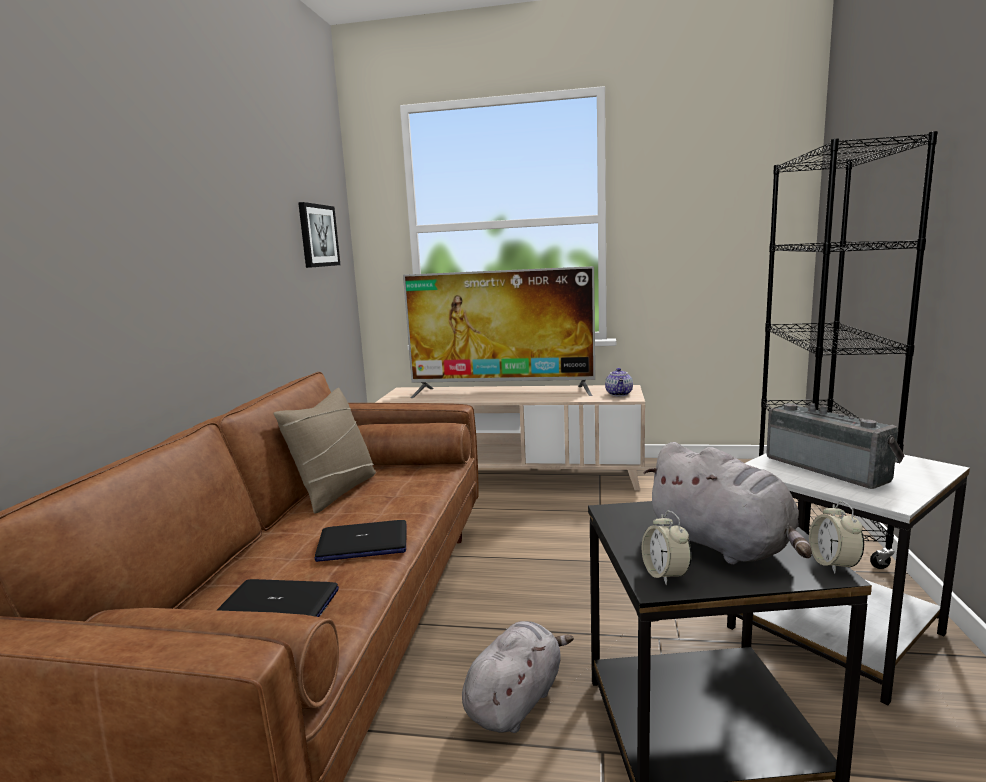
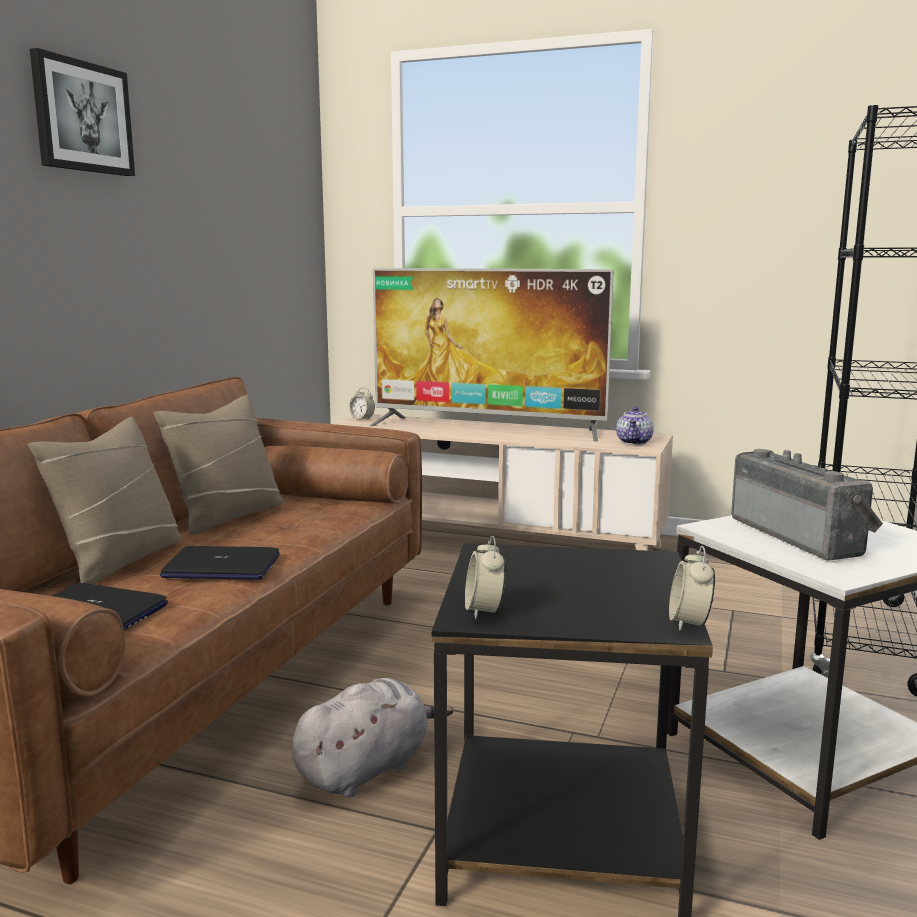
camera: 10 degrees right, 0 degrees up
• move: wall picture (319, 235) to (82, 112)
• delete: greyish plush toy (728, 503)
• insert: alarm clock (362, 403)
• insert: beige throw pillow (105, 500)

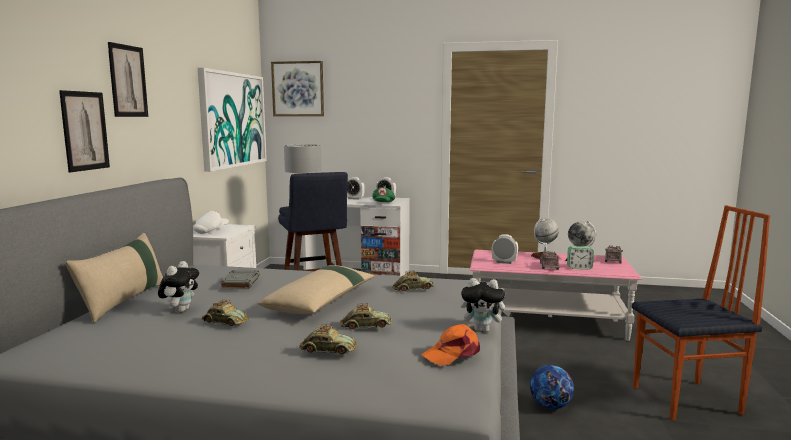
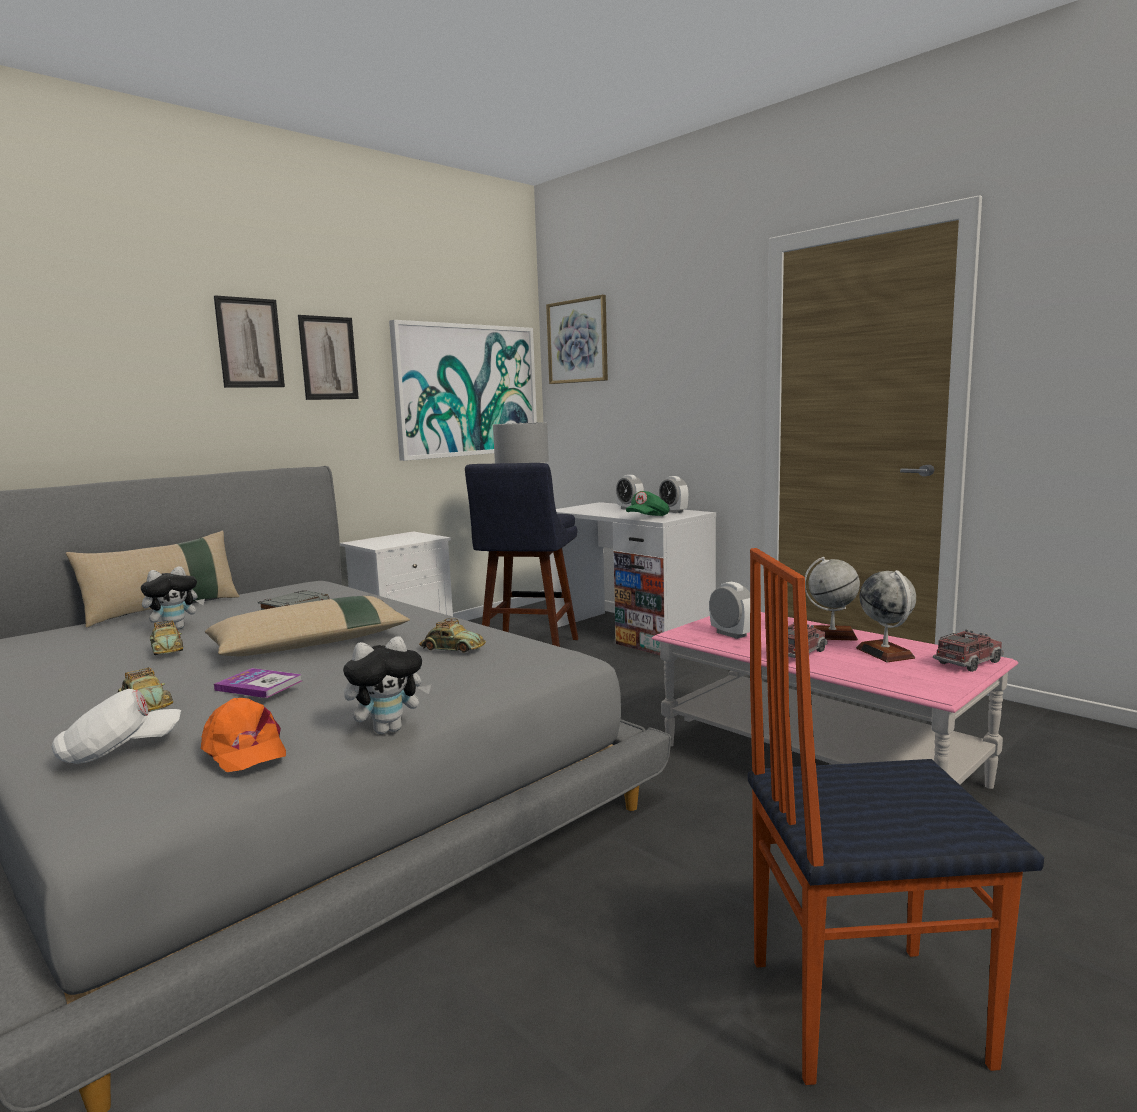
camera: 35 degrees right, 0 degrees up
• move: wall picture (84, 131) to (328, 357)
• rotate: plain chair (701, 313) = (896, 816) 150 degrees clockwise
• move: white-coloured peaked cap (211, 222) to (116, 726)
• delete: alarm clock (580, 257)
• rotate: plush toy (486, 305) = (387, 685) 75 degrees counterclockwise
• replace: toy car (366, 316) to book (258, 683)
• rotate: orange-coloured peaked cap (450, 345) = (243, 735) 135 degrees counterclockwise
• delete: football (552, 387)

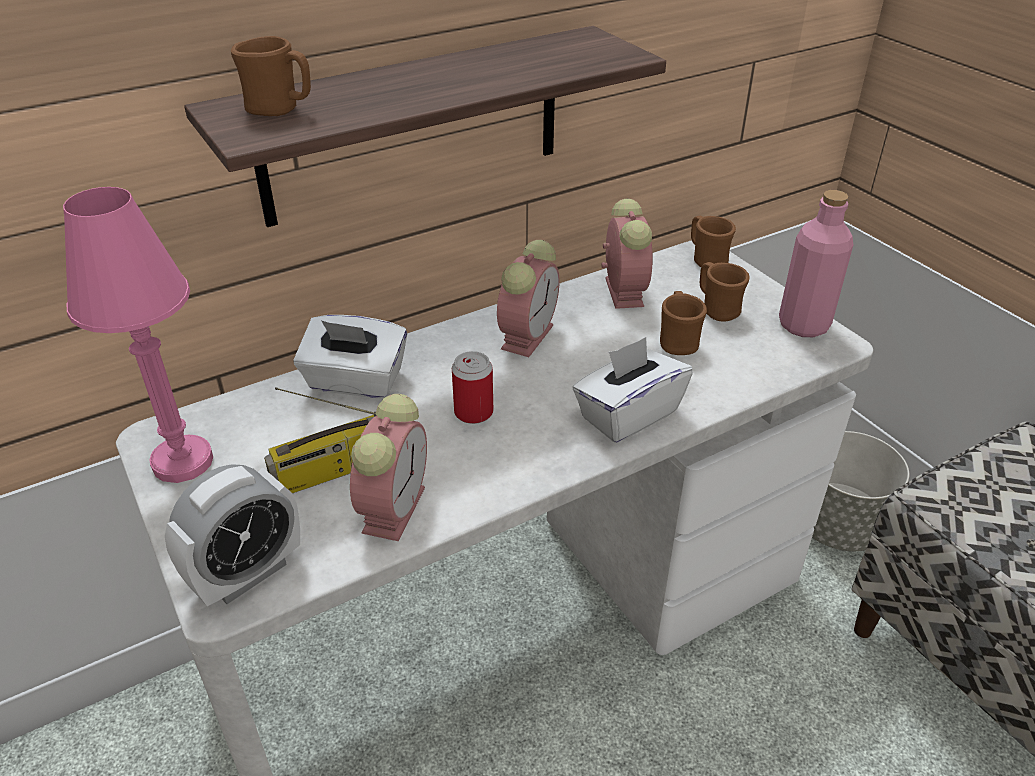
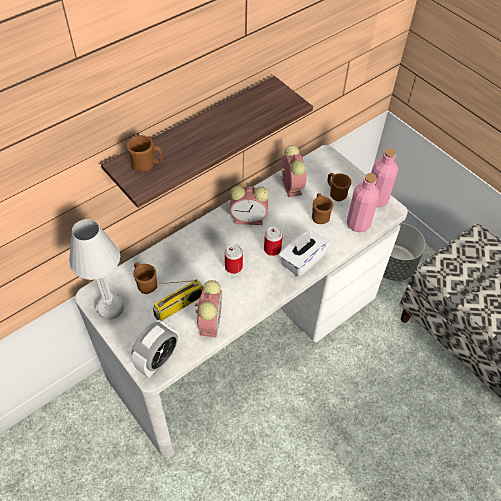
camera: 10 degrees left, 15 degrees up
• recolor: pink lamp for a table (138, 335) to white-coloured lamp for a table (96, 269)
• move: brownish coffee mug (713, 241) to (145, 278)
• rotate: alarm clock (528, 298) = (249, 205) 75 degrees clockwise
• delete: white-coloured box of tissues (350, 356)
• insert: pink beverage bottle (363, 202)
• insert: can (273, 241)

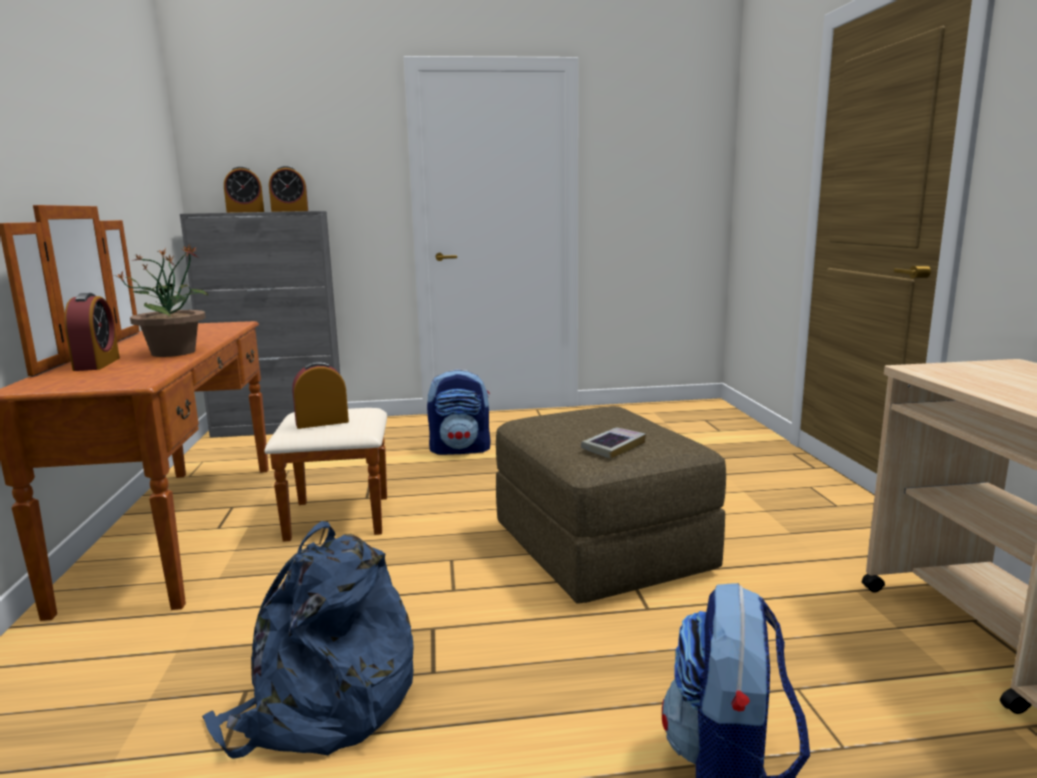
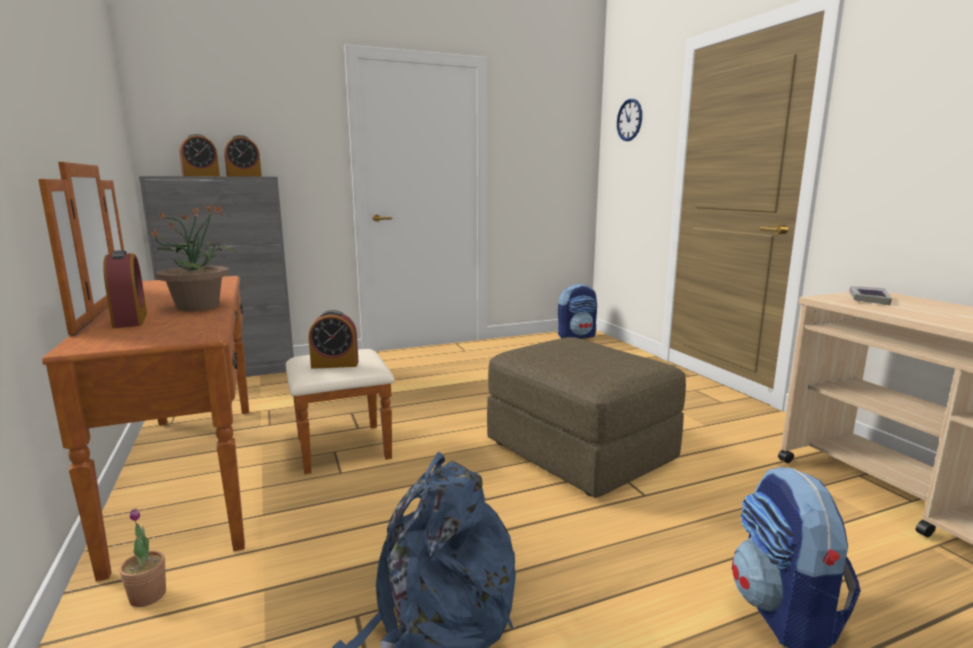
camera: 15 degrees left, 0 degrees up
• rotate: alarm clock (320, 395) = (333, 339) 150 degrees counterclockwise
• move: rucksack (459, 412) to (577, 311)
• move: book (613, 443) to (870, 295)
• insert: clock on the wall (629, 120)
• insert: potted plant (142, 558)

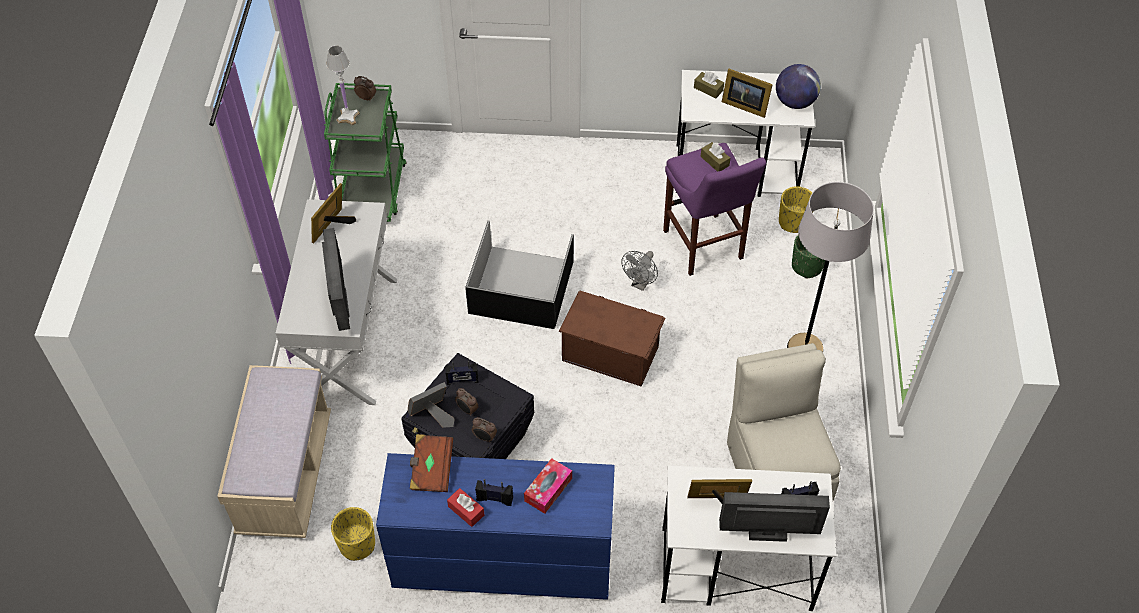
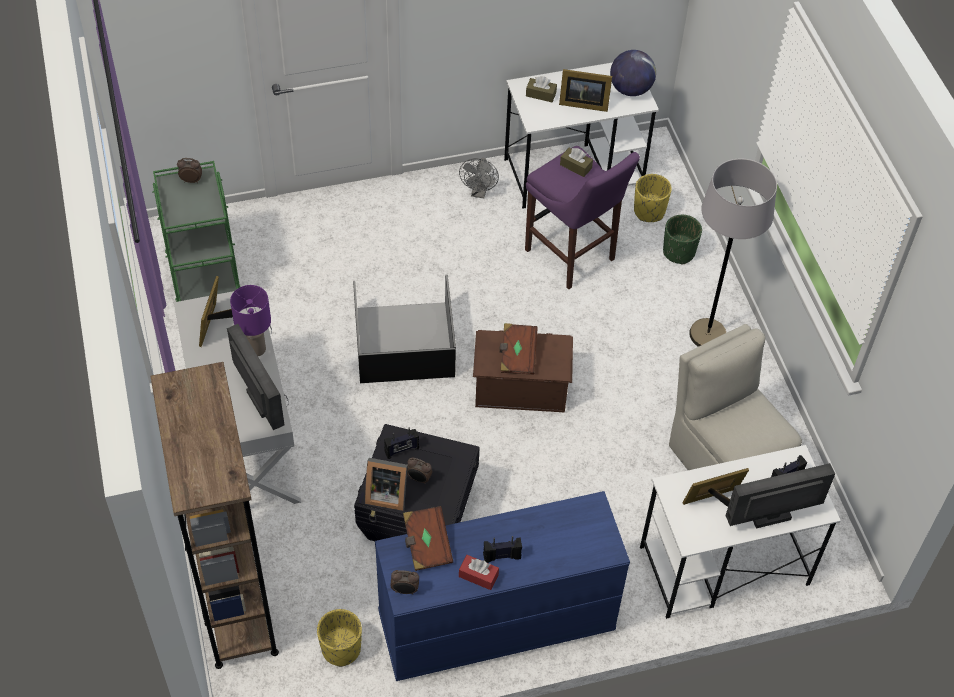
camera: 20 degrees left, 0 degrees up
• delete: white-coloured lamp for a table (343, 85)
• move: greyish electric fan (639, 271) to (479, 178)
• replace: beige long seat (274, 451) to brownish shelving unit (214, 515)
• rotate: picture frame (431, 405) = (386, 484) 120 degrees counterclockwise
• move: alarm clock (484, 430) to (405, 582)
• delete: box of tissues (548, 486)
• insert: purple lamp for a table (250, 320)
• insert: brownish book (519, 349)

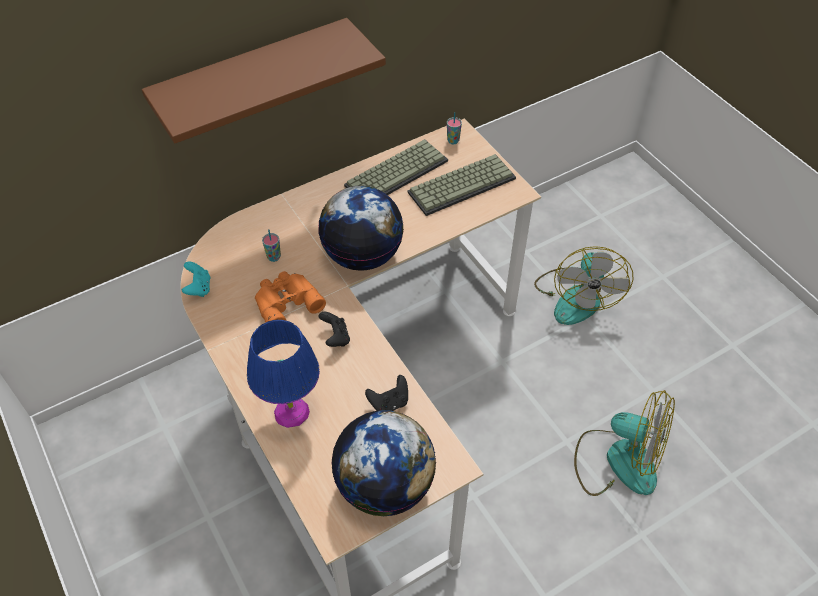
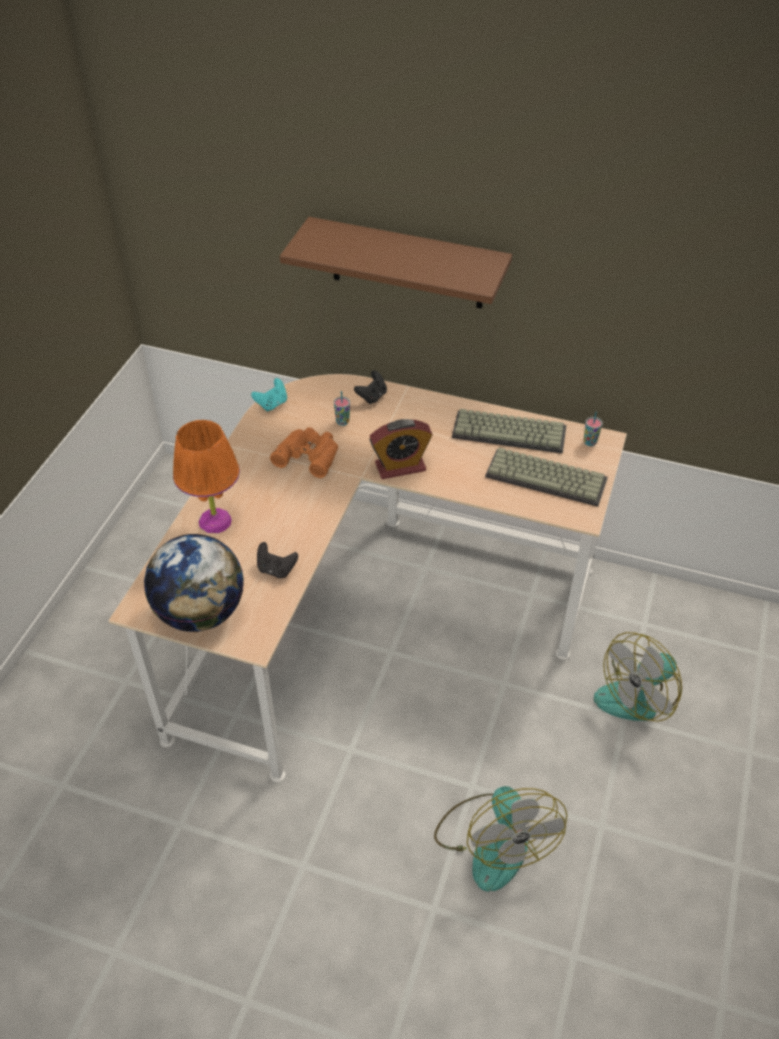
camera: 50 degrees right, 5 degrees down
• replace: desk globe (361, 228) to alarm clock (400, 449)
• move: blackish joypad (334, 329) to (370, 387)
• recolor: blue-coloured lamp for a table (283, 374) to orange-coloured lamp for a table (206, 476)

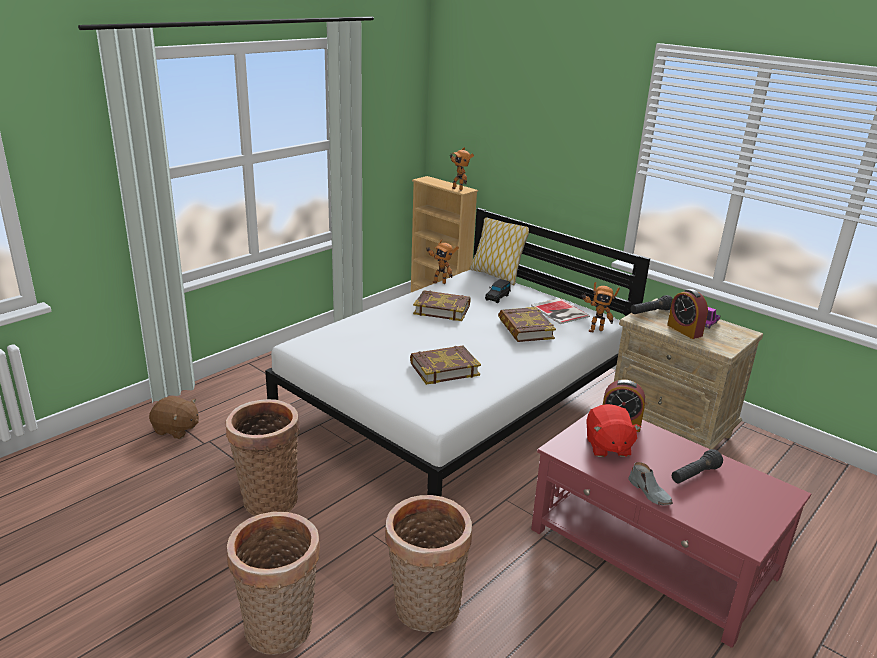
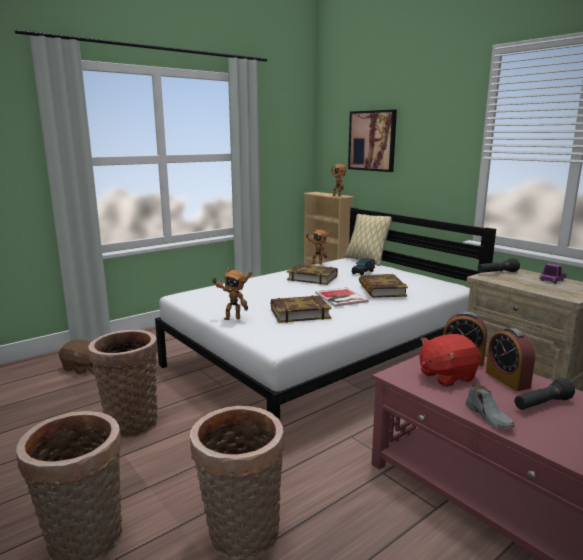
camera: 10 degrees right, 10 degrees down
• move: robot figure (600, 307) to (231, 293)
• move: alarm clock (687, 314) to (510, 359)
• move: book (560, 311) to (342, 297)
• rotate: red-coloured plush toy (613, 430) = (450, 360) 60 degrees clockwise
• insert: wall picture (372, 140)

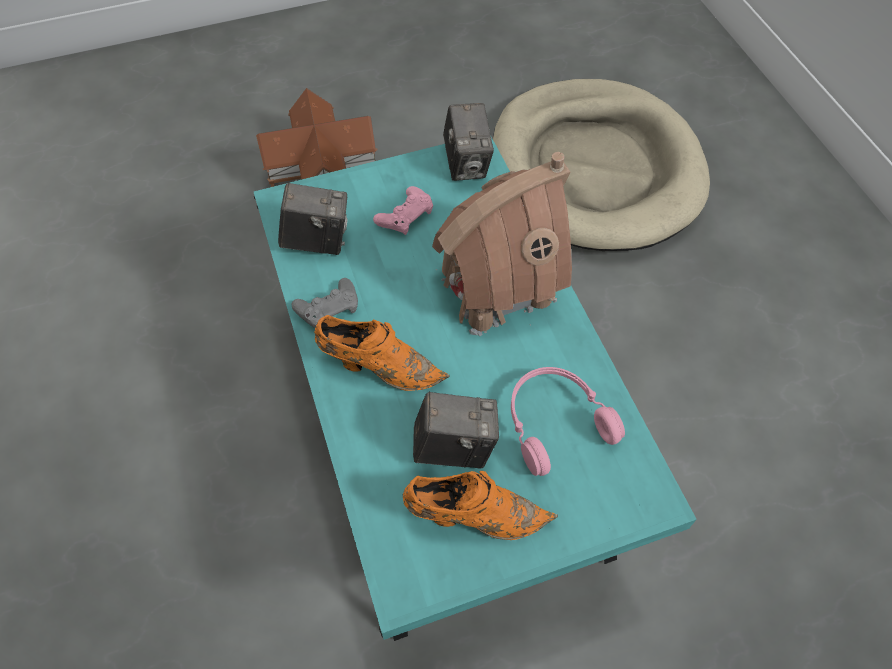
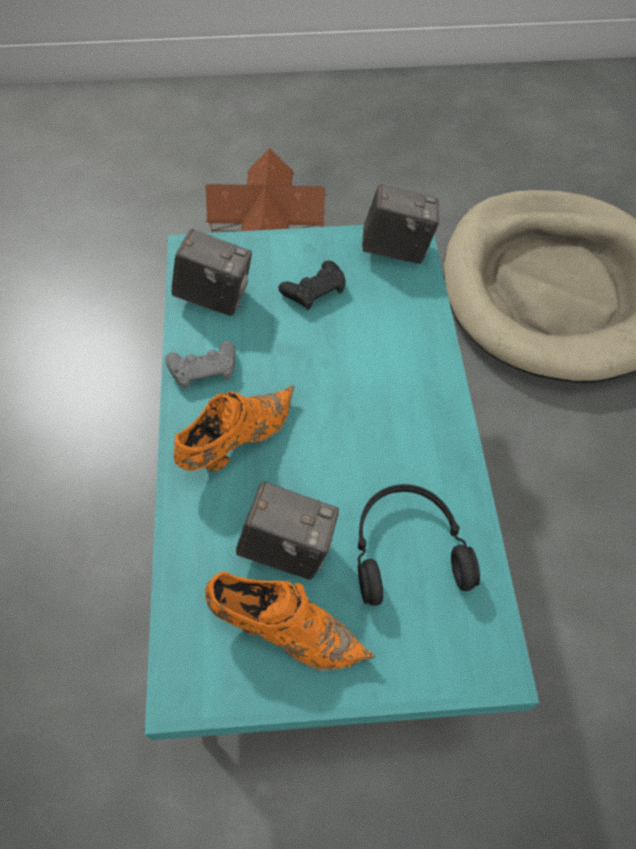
camera: 15 degrees right, 0 degrees up
• rotate: photo camera (468, 142) = (400, 224) 90 degrees counterclockwise
• delete: model house (502, 244)
• recolor: pink joypad (403, 210) to blackish joypad (312, 285)
• rotate: orange-coloured shoe (382, 353) = (234, 428) 75 degrees counterclockwise
• recolor: pink headset (568, 421) to blackish headset (419, 545)

